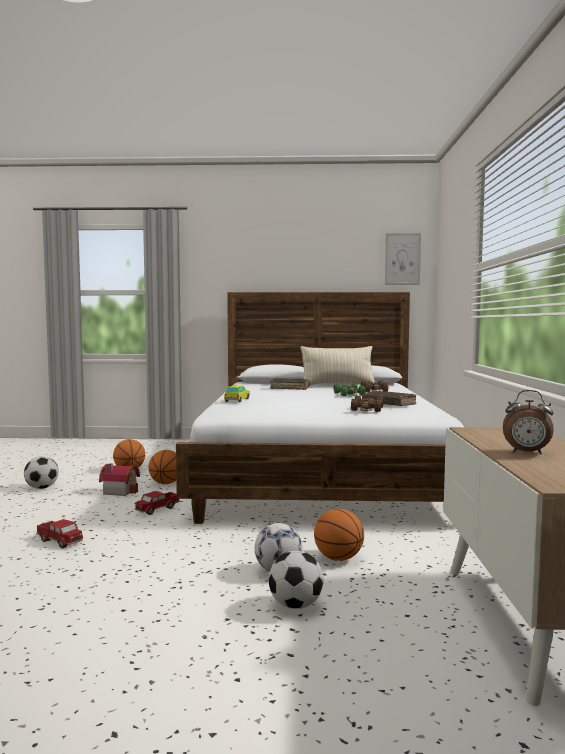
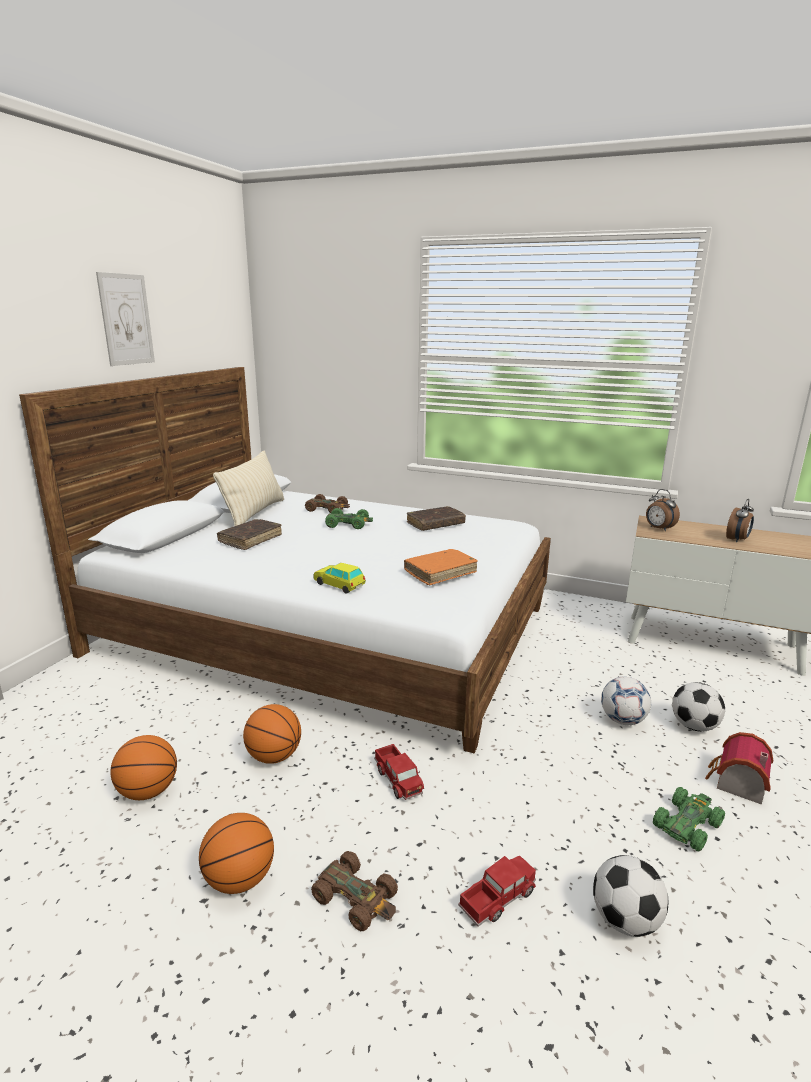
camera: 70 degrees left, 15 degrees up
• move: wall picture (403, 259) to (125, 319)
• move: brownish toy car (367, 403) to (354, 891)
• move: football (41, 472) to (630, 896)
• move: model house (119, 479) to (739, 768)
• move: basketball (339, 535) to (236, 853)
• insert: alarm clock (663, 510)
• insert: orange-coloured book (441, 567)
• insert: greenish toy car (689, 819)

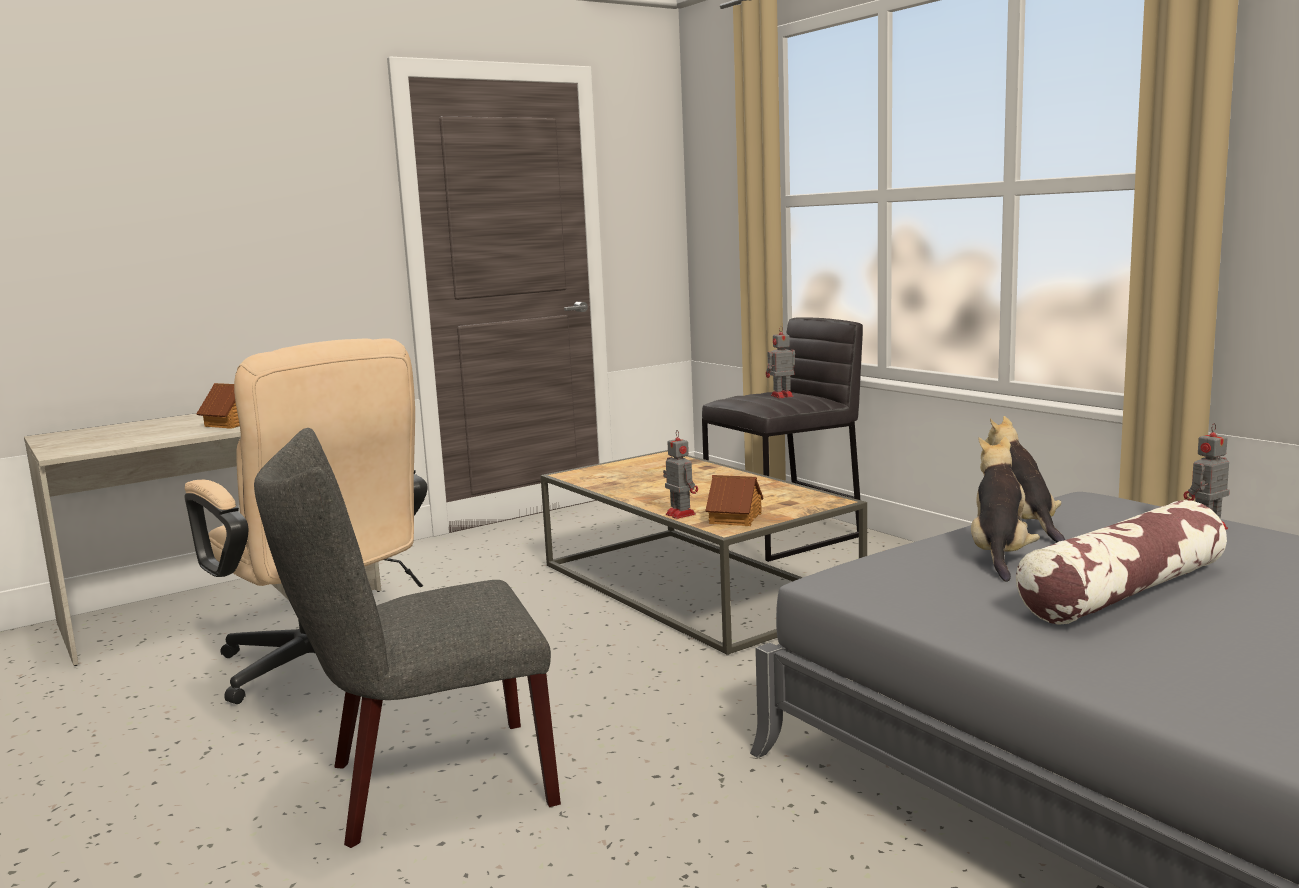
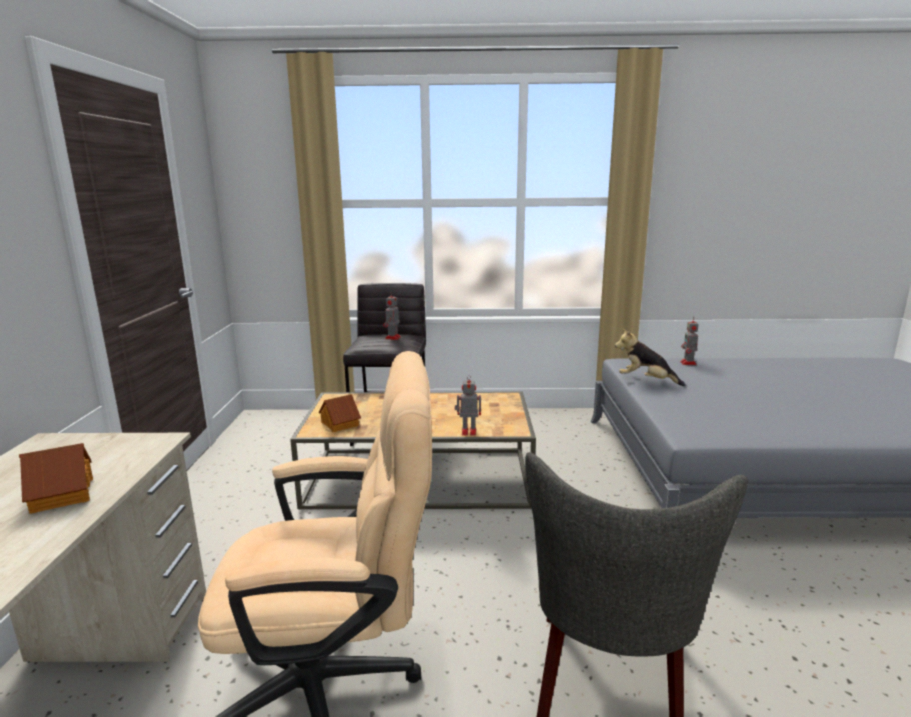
camera: 55 degrees left, 5 degrees up
• delete: plush toy (1005, 509)
• move: model house (734, 500) to (340, 413)
• delete: throw pillow (1121, 562)

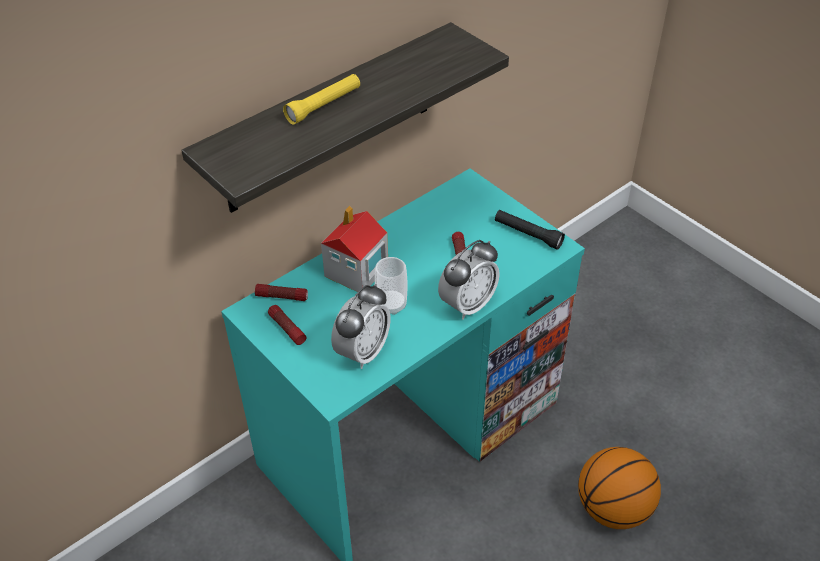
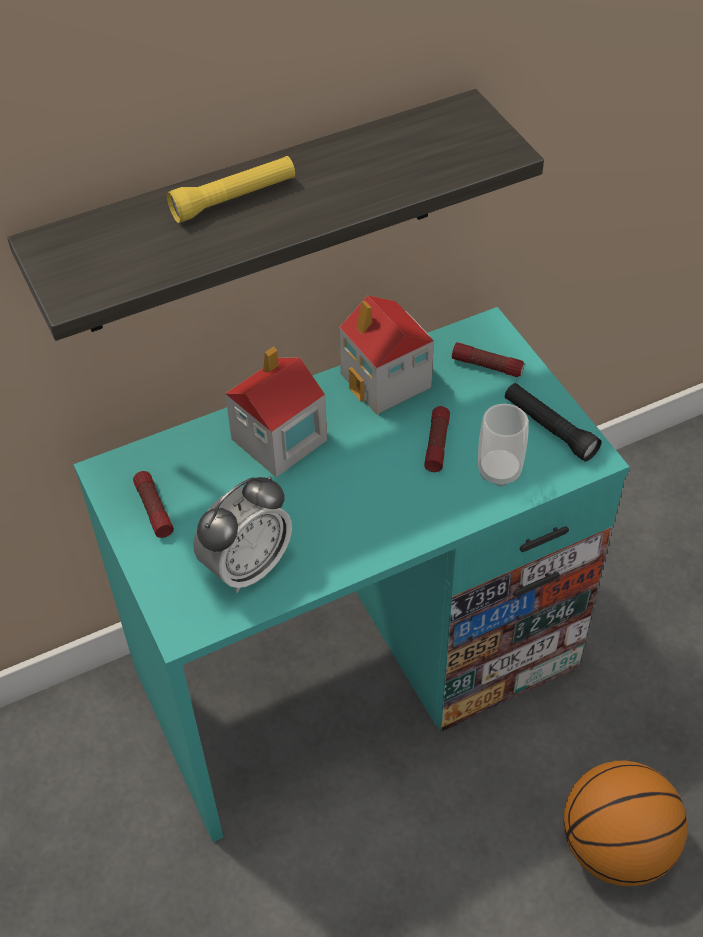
camera: 15 degrees right, 5 degrees up
• delete: alarm clock (469, 280)
• move: drinking cup (391, 286) to (503, 445)
• move: torch (281, 292) to (488, 359)
• insert: model house (386, 355)

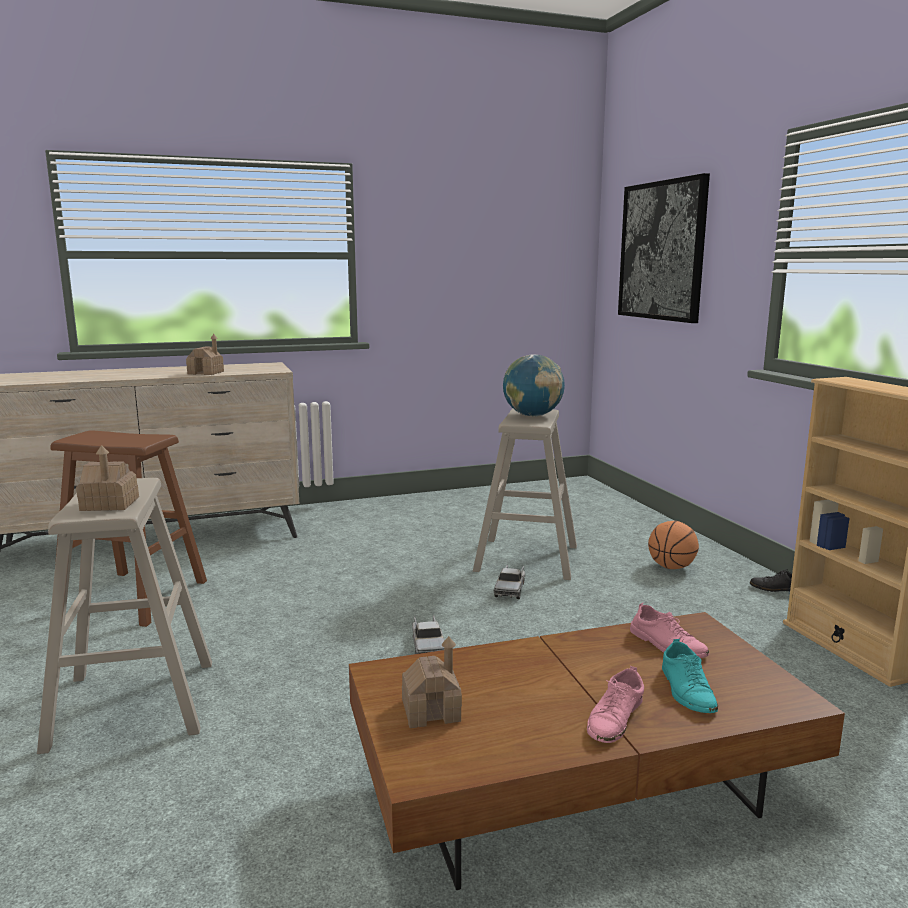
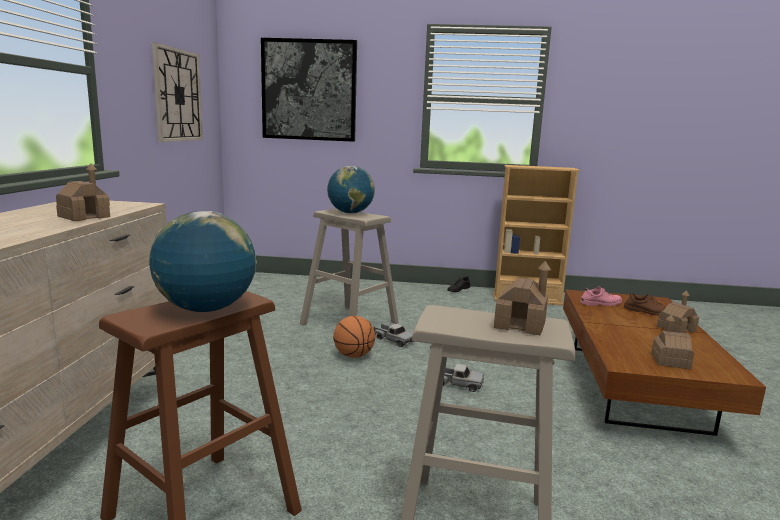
camera: 65 degrees left, 0 degrees up
• move: basketball (673, 545) to (354, 337)
• recolor: blue-green shoe (690, 676) to brownish shoe (645, 304)
• replace: pink shoe (615, 704) to model house (678, 311)
• insert: clock on the wall (177, 92)
• insert: desk globe (203, 261)

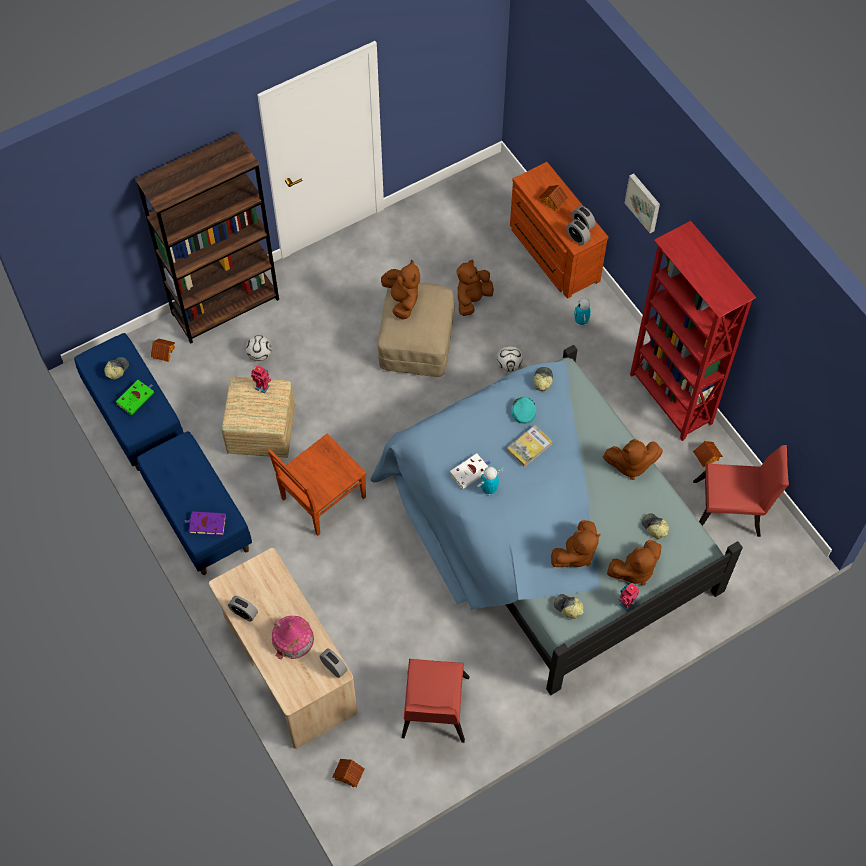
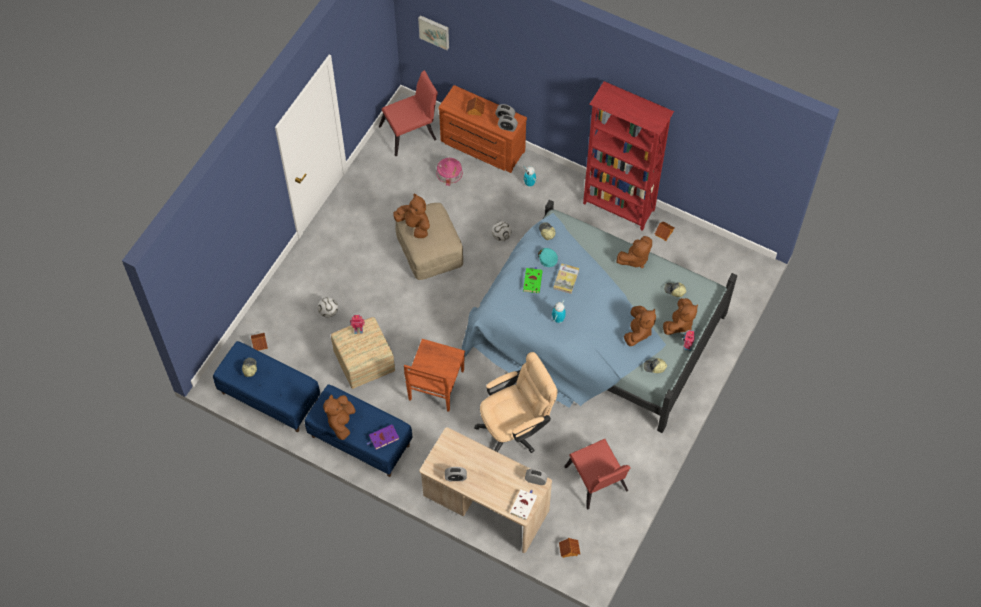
camera: 30 degrees left, 0 degrees up
• delete: brownish shelving unit (207, 238)
• move: wall picture (642, 203) to (433, 32)
• move: brownish plush toy (475, 288) to (339, 417)
• move: greenish book (135, 397) to (532, 280)
• move: red-coloured plain chair (741, 491) to (408, 113)
• move: white-coloured book (470, 471) to (523, 504)
• move: model house (293, 638) to (449, 172)
• insert: beige computer chair (516, 402)

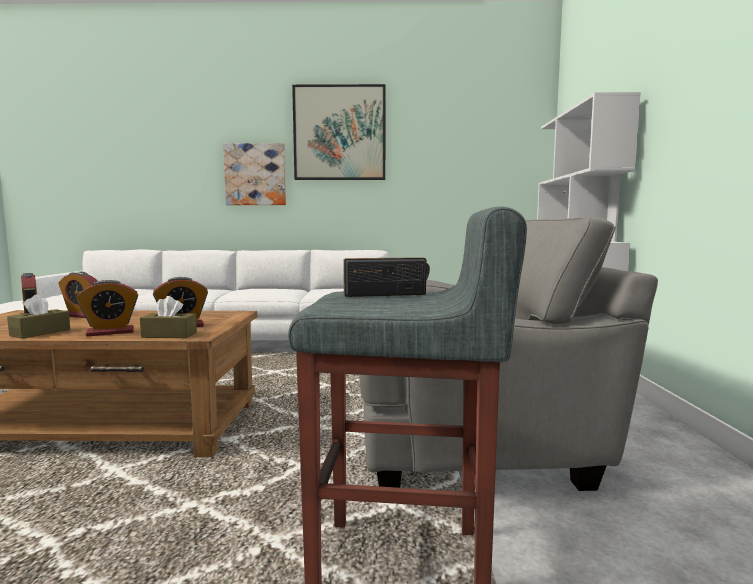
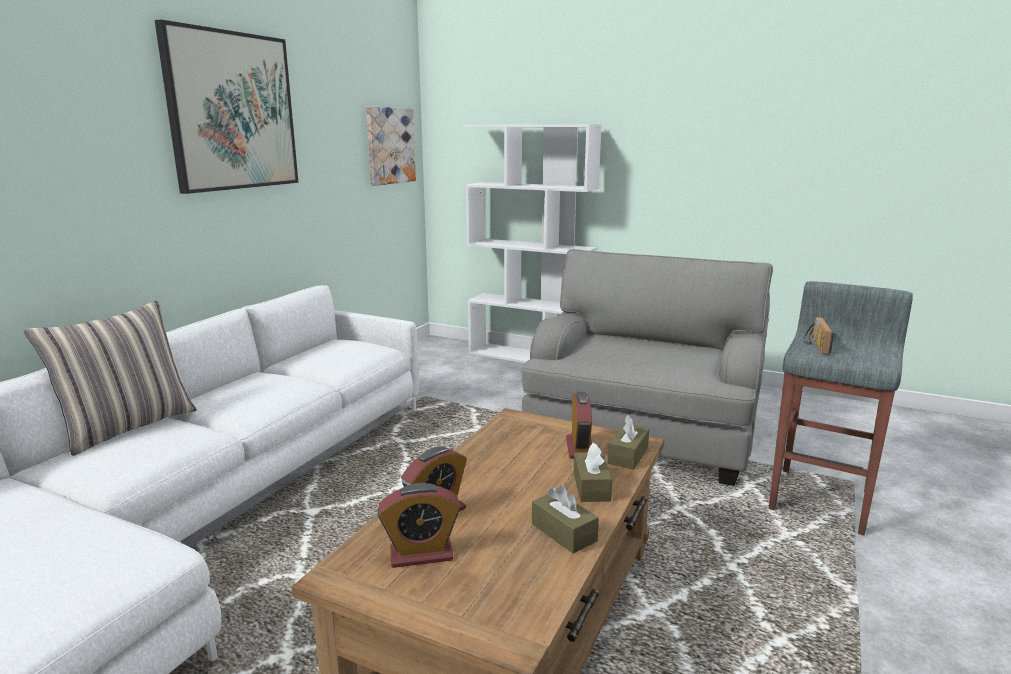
camera: 65 degrees left, 10 degrees up
• move: wall picture (254, 174) to (391, 146)
• replace: alarm clock (107, 308) to brownish box of tissues (593, 472)
• insert: throw pillow (110, 378)

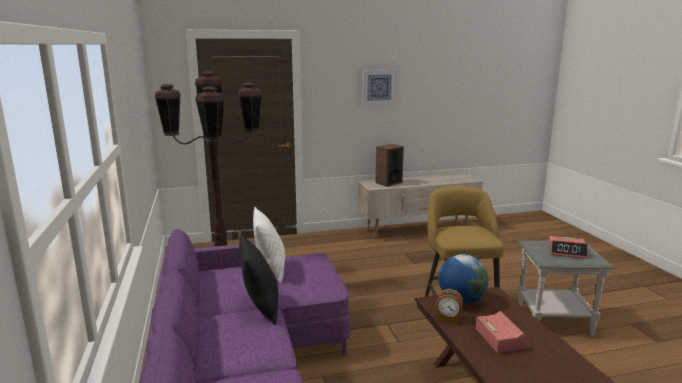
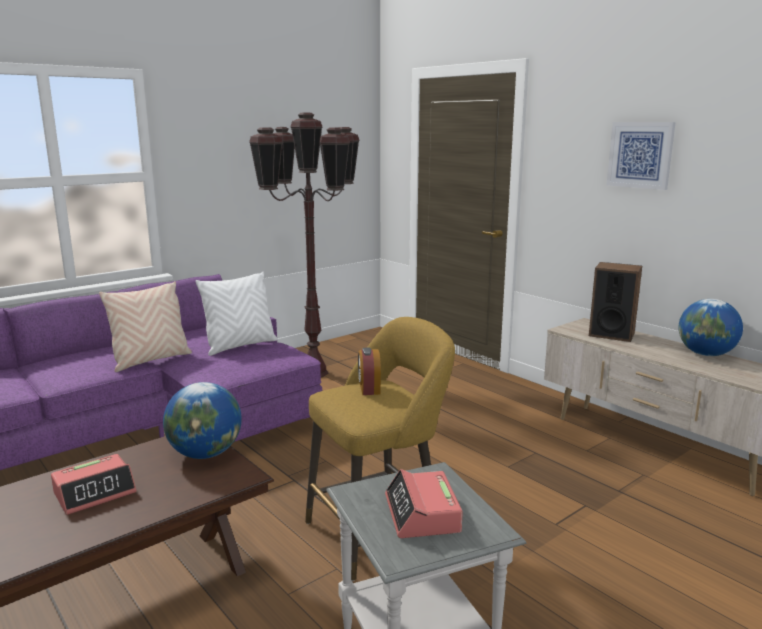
camera: 65 degrees right, 0 degrees up
• recolor: blackish throw pillow (258, 279) to beige throw pillow (145, 326)
• move: alarm clock (449, 306) to (369, 371)
• insert: desk globe (711, 327)

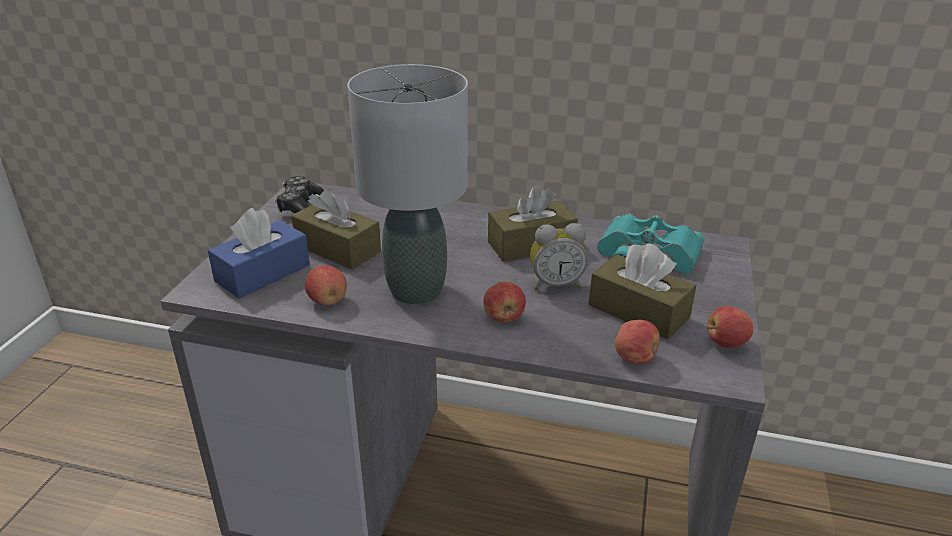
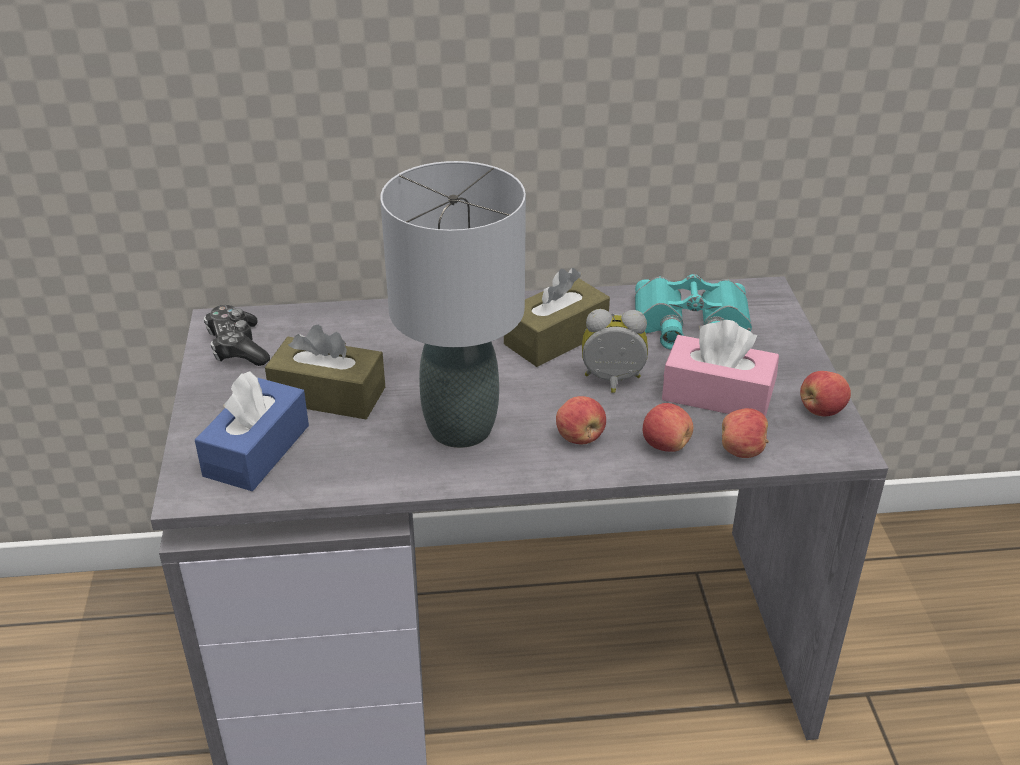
camera: 20 degrees left, 5 degrees up
• rotate: alarm clock (559, 257) = (615, 351) 150 degrees counterclockwise
• recolor: brownish box of tissues (642, 291) to pink box of tissues (720, 368)
• move: whole apple (326, 285) to (668, 427)

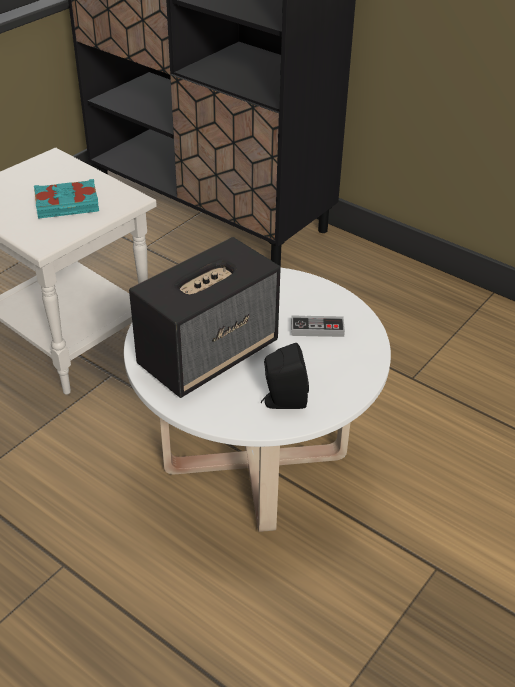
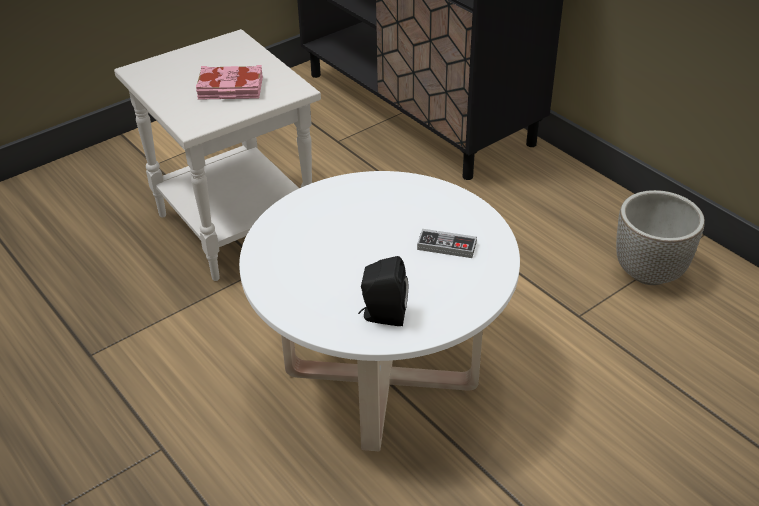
camera: 15 degrees right, 0 degrees up
• recolor: blue-green book (66, 199) to pink book (229, 82)
• delete: speaker (205, 317)
• insert: plant pot (660, 237)

